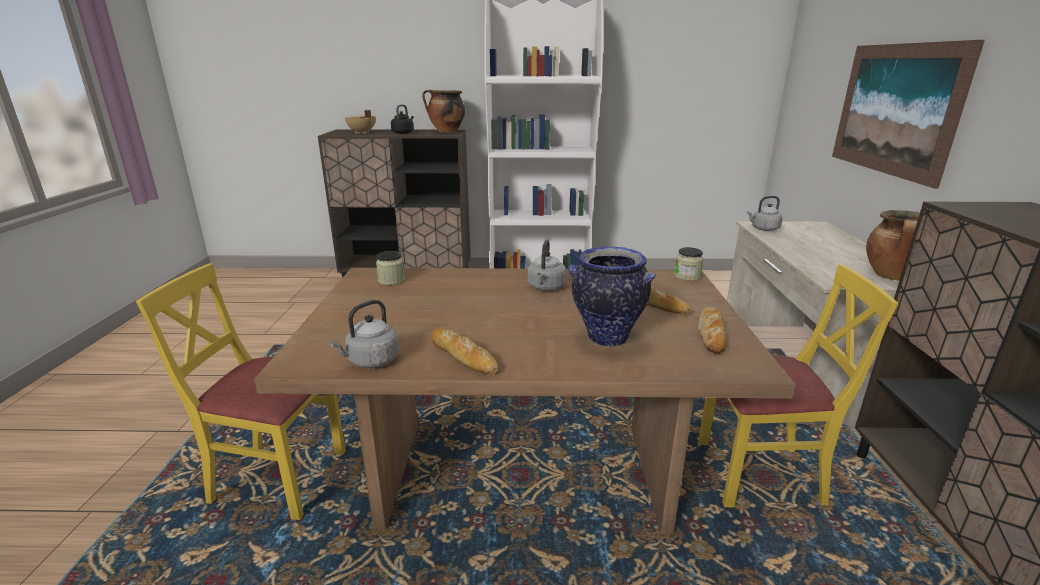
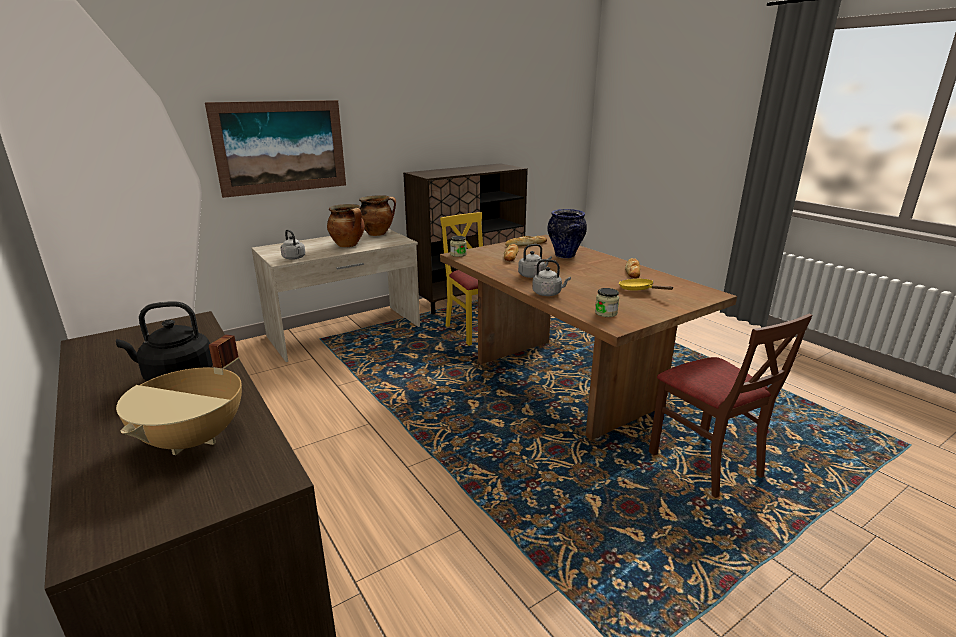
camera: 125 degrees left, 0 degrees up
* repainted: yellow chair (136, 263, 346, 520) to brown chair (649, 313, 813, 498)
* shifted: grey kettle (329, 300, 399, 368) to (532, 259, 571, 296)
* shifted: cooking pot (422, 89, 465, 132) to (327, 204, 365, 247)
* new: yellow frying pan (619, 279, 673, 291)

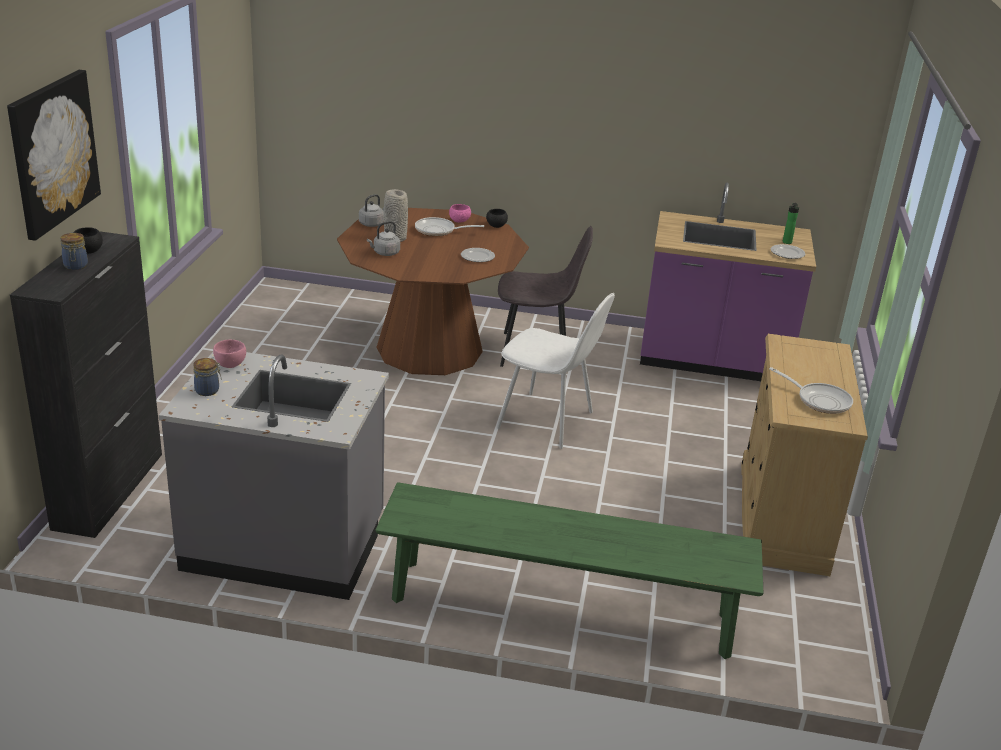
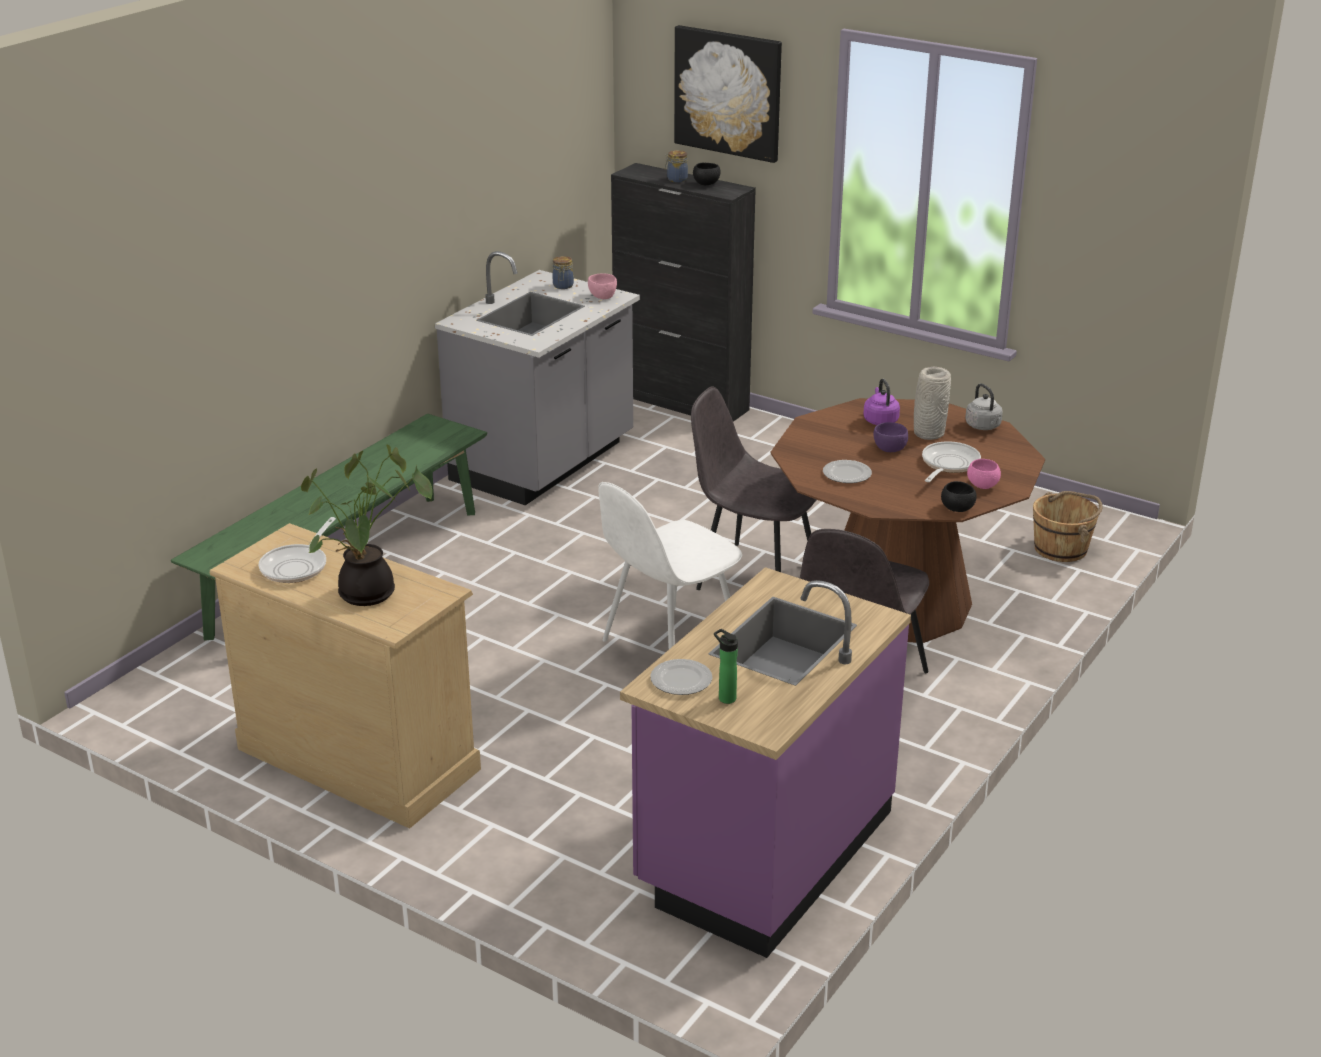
camera: 115 degrees right, 0 degrees up
* repainted: grey kettle (367, 221, 400, 256) to purple kettle (863, 379, 900, 425)
* rotated: frying pan (769, 367, 853, 414) = (259, 517, 336, 583) 45 degrees counterclockwise
* new: potted plant (301, 444, 432, 606)
* new: grey chair (691, 387, 816, 590)
* new: purple bowl (873, 422, 908, 452)
* new: brown bucket (1033, 491, 1103, 562)

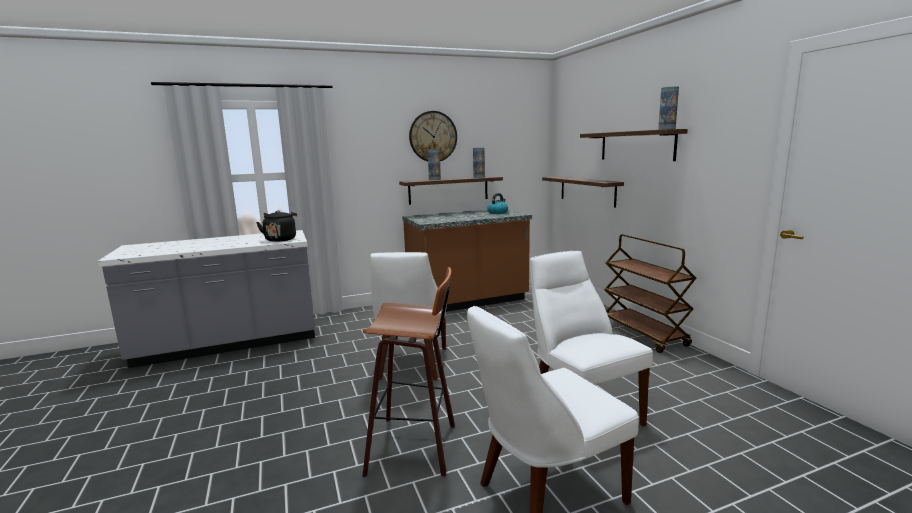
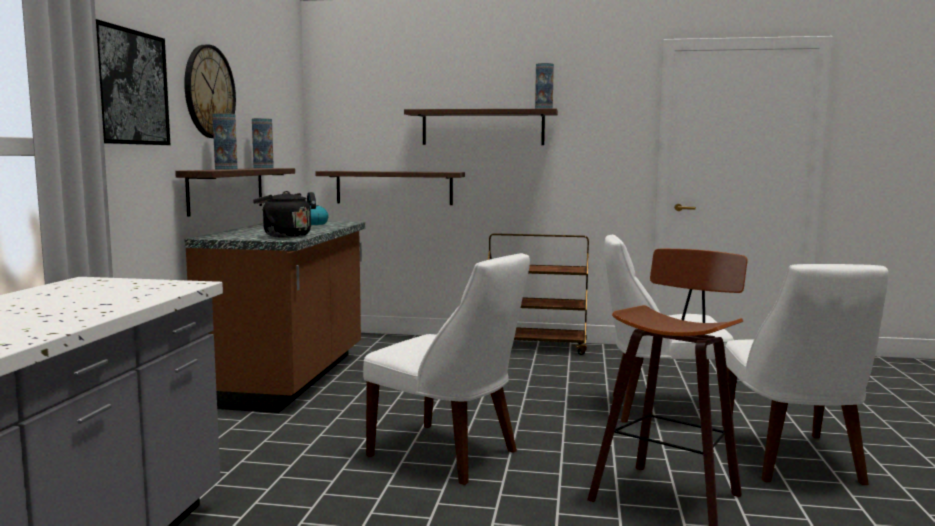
camera: 60 degrees left, 5 degrees down
* shifted: black kettle (256, 211, 297, 242) to (253, 191, 311, 238)
* new: picture (96, 19, 170, 145)

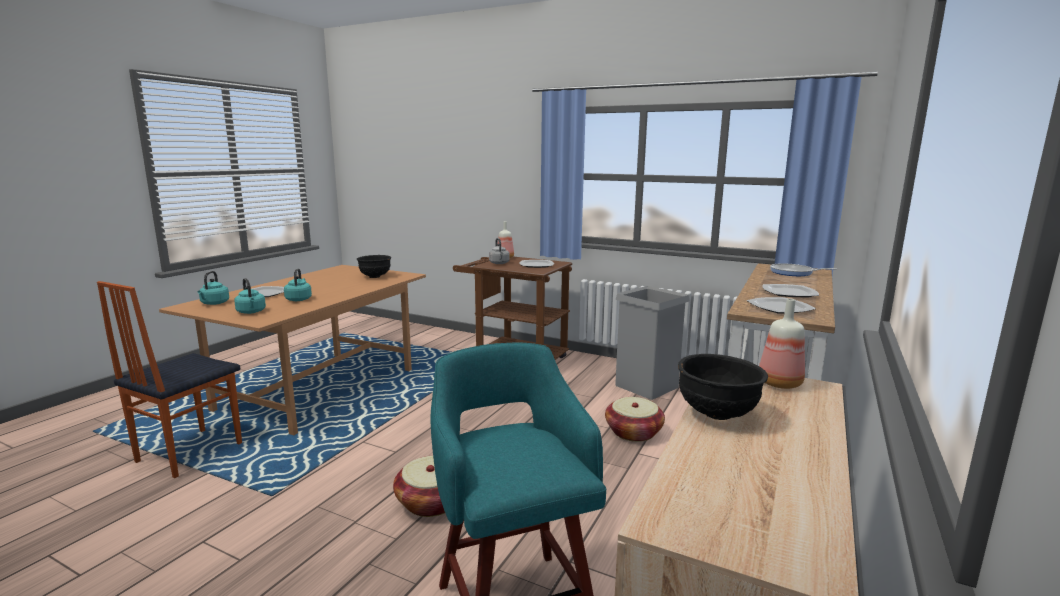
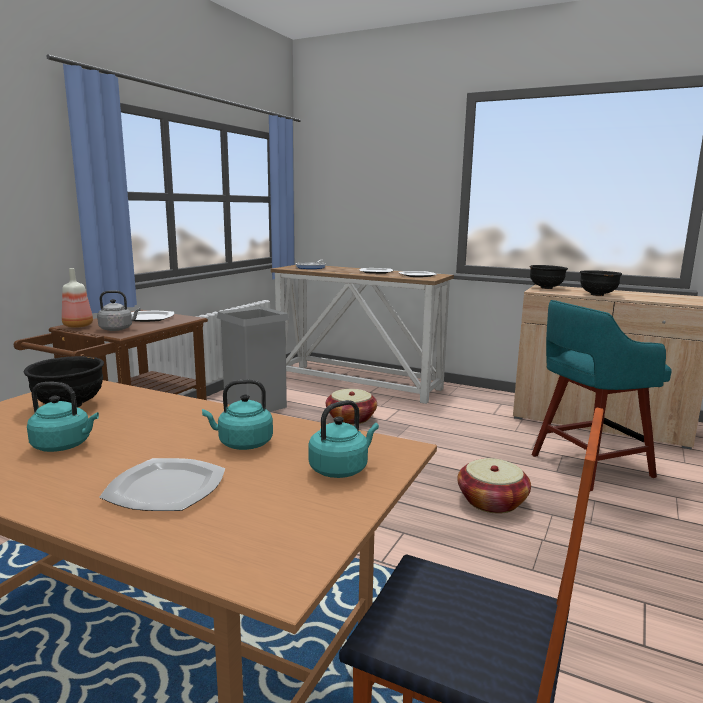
camera: 90 degrees left, 0 degrees up
* shifted: turquoise kettle (198, 271, 229, 305) to (27, 382, 99, 452)
* swapped: bottle (759, 299, 805, 389) to black bowl (530, 265, 568, 289)

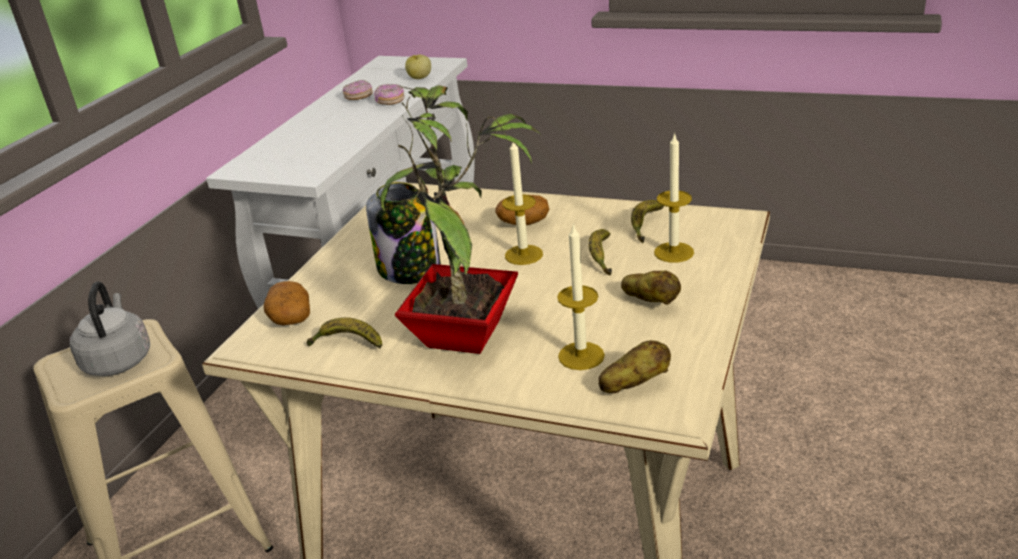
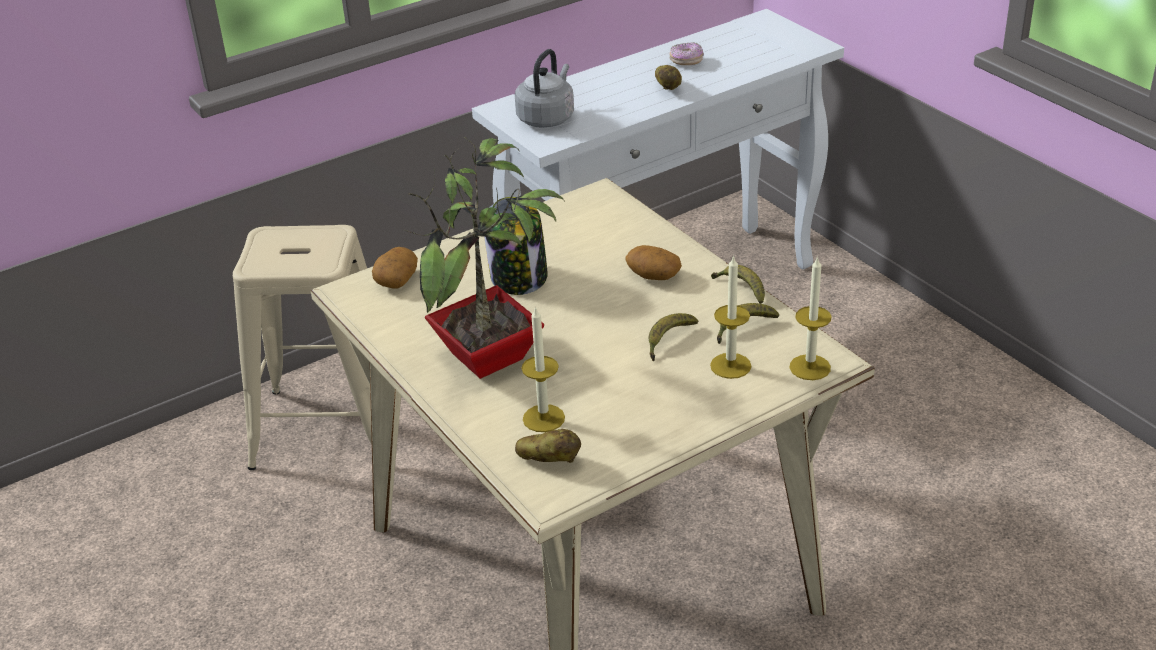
camera: 35 degrees right, 5 degrees up
* shifted: grey kettle (70, 281, 150, 376) to (515, 49, 574, 128)
* shifted: banana (306, 317, 382, 349) to (711, 265, 765, 304)
* gone: donut (374, 84, 404, 105)
* gone: apple (405, 55, 431, 79)
* shifted: candle (502, 142, 543, 265) to (790, 256, 831, 380)
* shifted: potato (621, 270, 681, 305) to (655, 65, 682, 90)

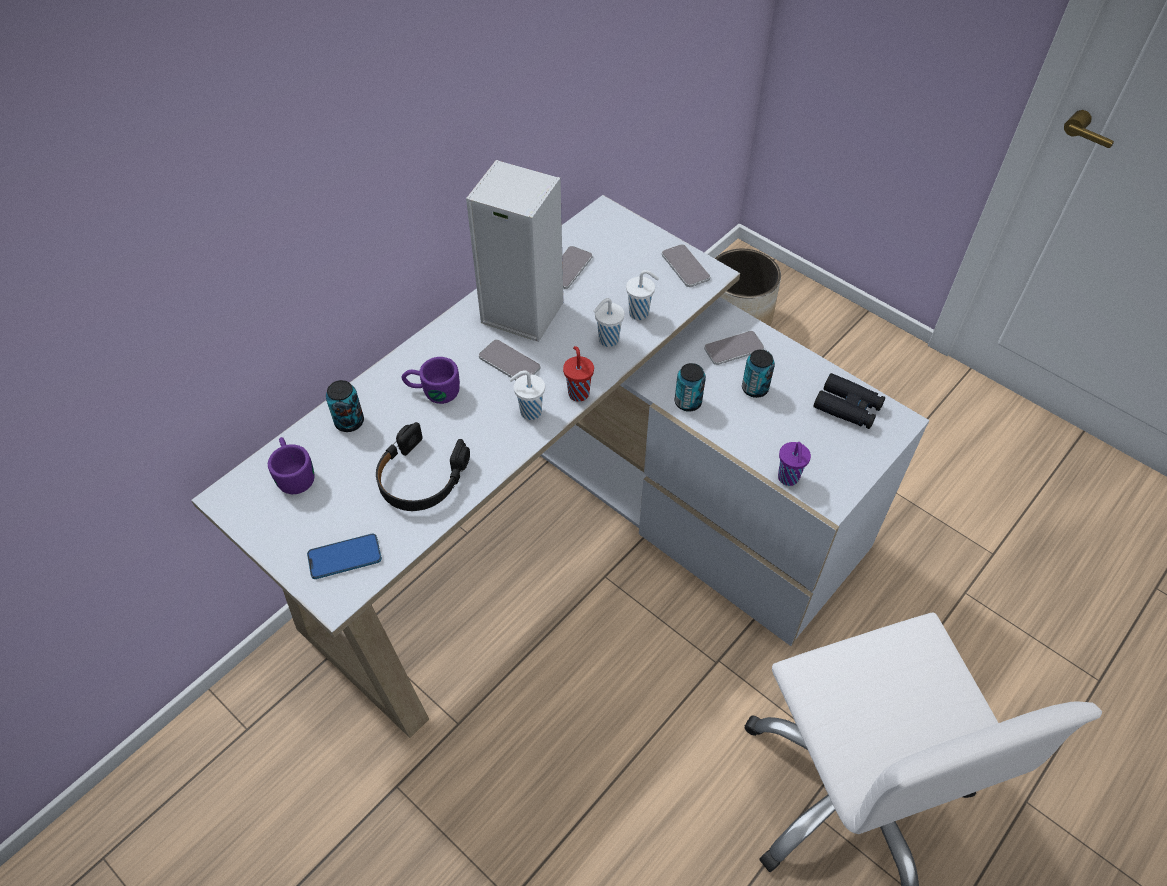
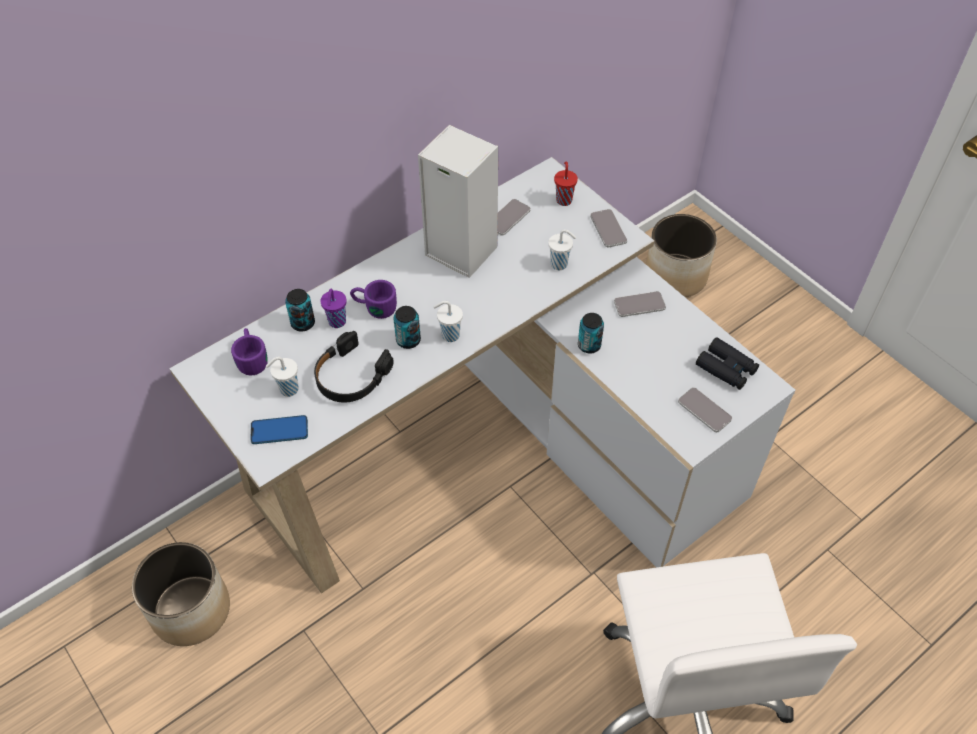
camera: 10 degrees right, 0 degrees up
* shifted: phone (479, 339, 540, 380) to (678, 387, 732, 432)
* shifted: red cup (563, 346, 594, 402) to (554, 161, 578, 206)
* shifted: white cup (594, 298, 625, 347) to (266, 357, 299, 397)
* shifted: can (742, 350, 775, 398) to (394, 306, 421, 349)
* shifted: purple cup (778, 442, 811, 486) to (320, 289, 347, 328)
* new: planter (132, 542, 230, 646)

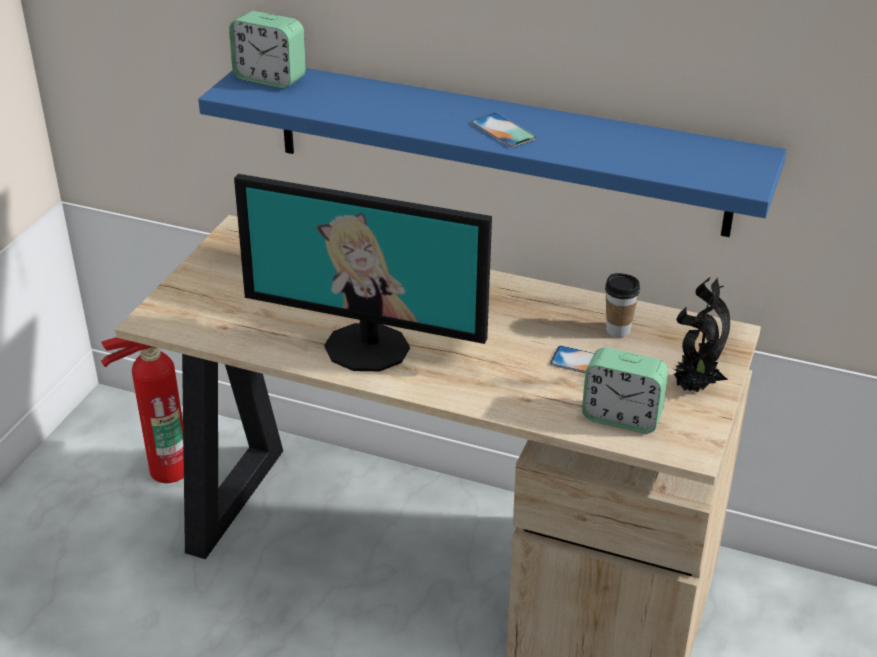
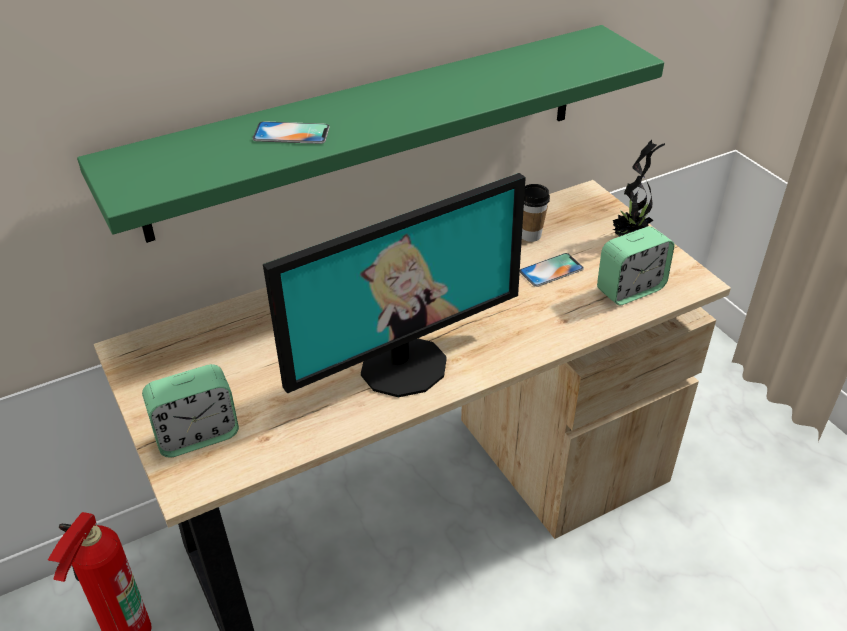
camera: 50 degrees left, 5 degrees up
* repainted: blue shelf (198, 68, 787, 237) to green shelf (77, 25, 664, 243)
* shifted: alarm clock (229, 11, 306, 88) to (142, 364, 239, 457)
* shifted: phone (470, 113, 537, 148) to (252, 121, 330, 144)

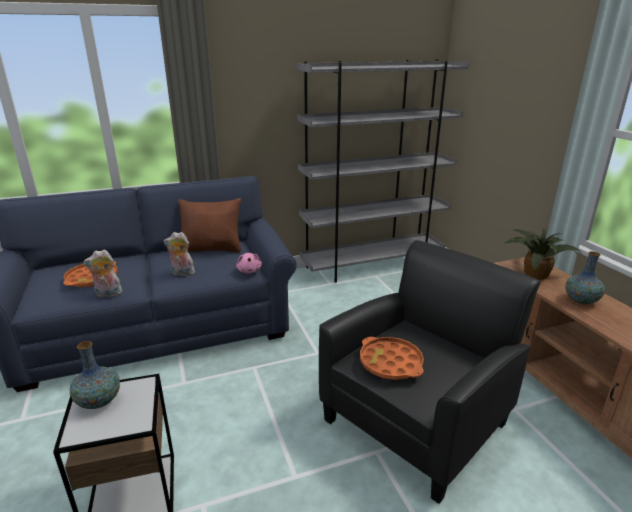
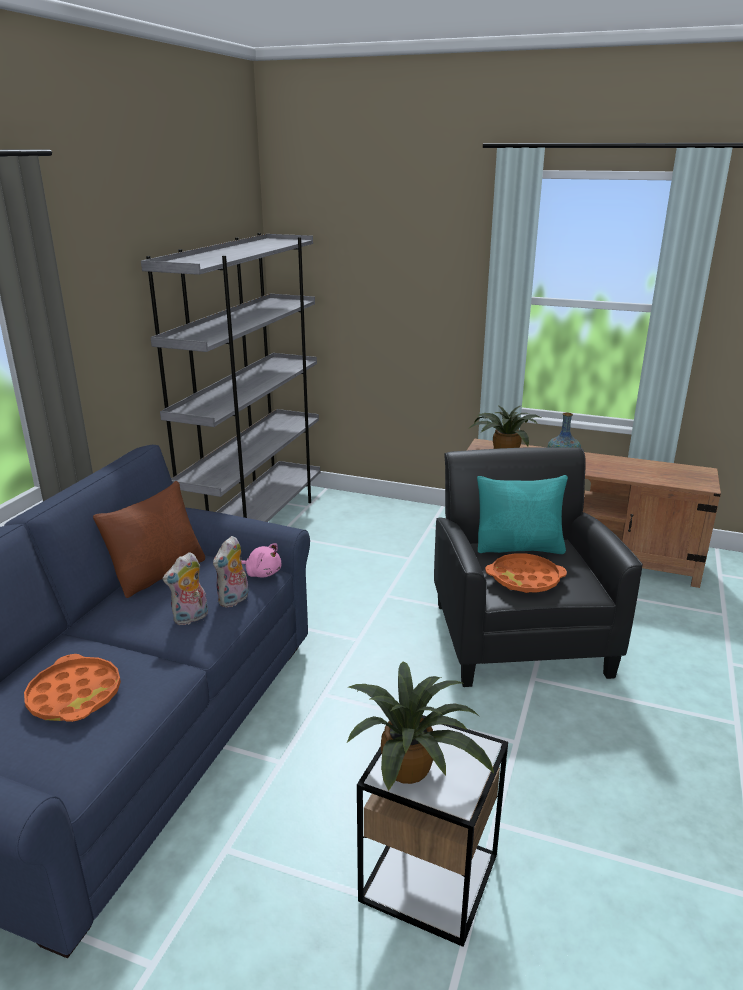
camera: 50 degrees left, 0 degrees up
* swapped: vase (70, 341, 120, 409) to potted plant (347, 661, 494, 791)
* shifted: plush toy (83, 250, 122, 298) to (213, 536, 249, 607)
* new: turquoise pillow (477, 475, 568, 554)

